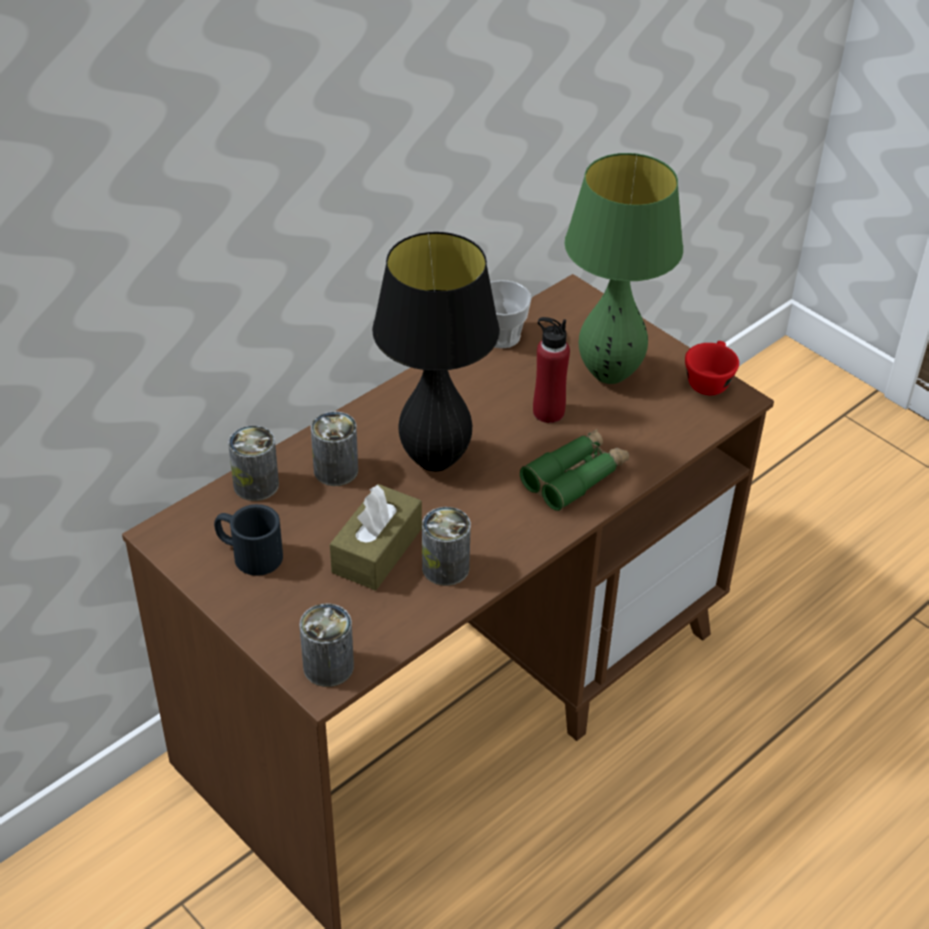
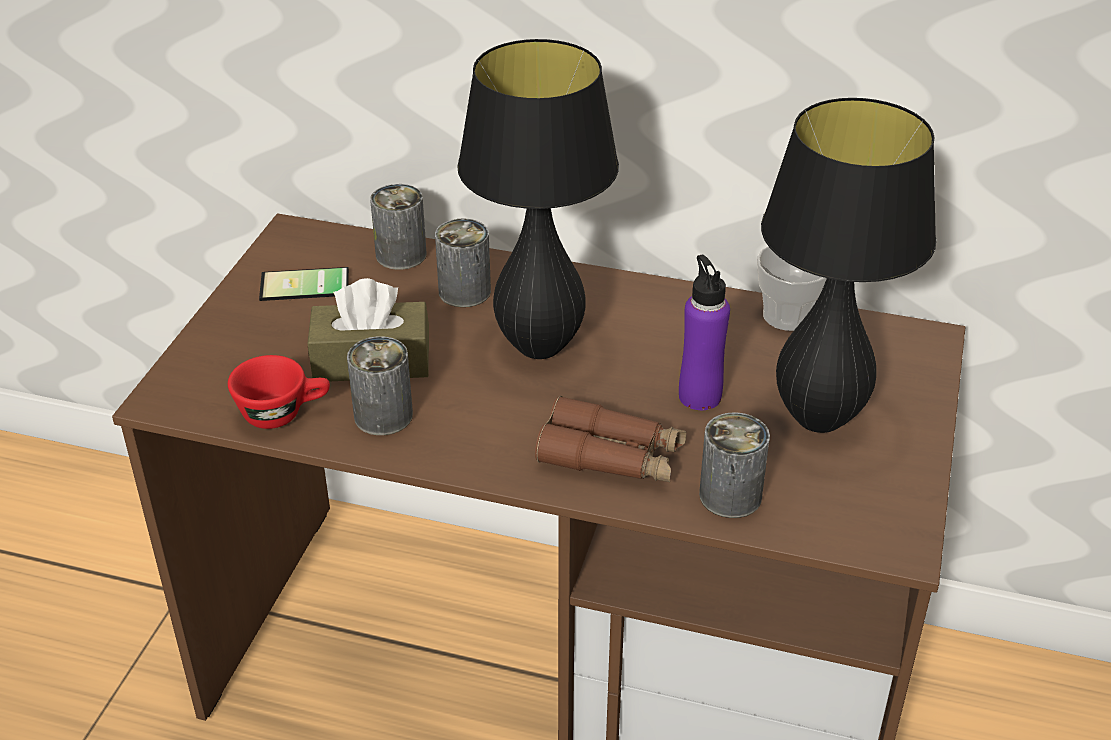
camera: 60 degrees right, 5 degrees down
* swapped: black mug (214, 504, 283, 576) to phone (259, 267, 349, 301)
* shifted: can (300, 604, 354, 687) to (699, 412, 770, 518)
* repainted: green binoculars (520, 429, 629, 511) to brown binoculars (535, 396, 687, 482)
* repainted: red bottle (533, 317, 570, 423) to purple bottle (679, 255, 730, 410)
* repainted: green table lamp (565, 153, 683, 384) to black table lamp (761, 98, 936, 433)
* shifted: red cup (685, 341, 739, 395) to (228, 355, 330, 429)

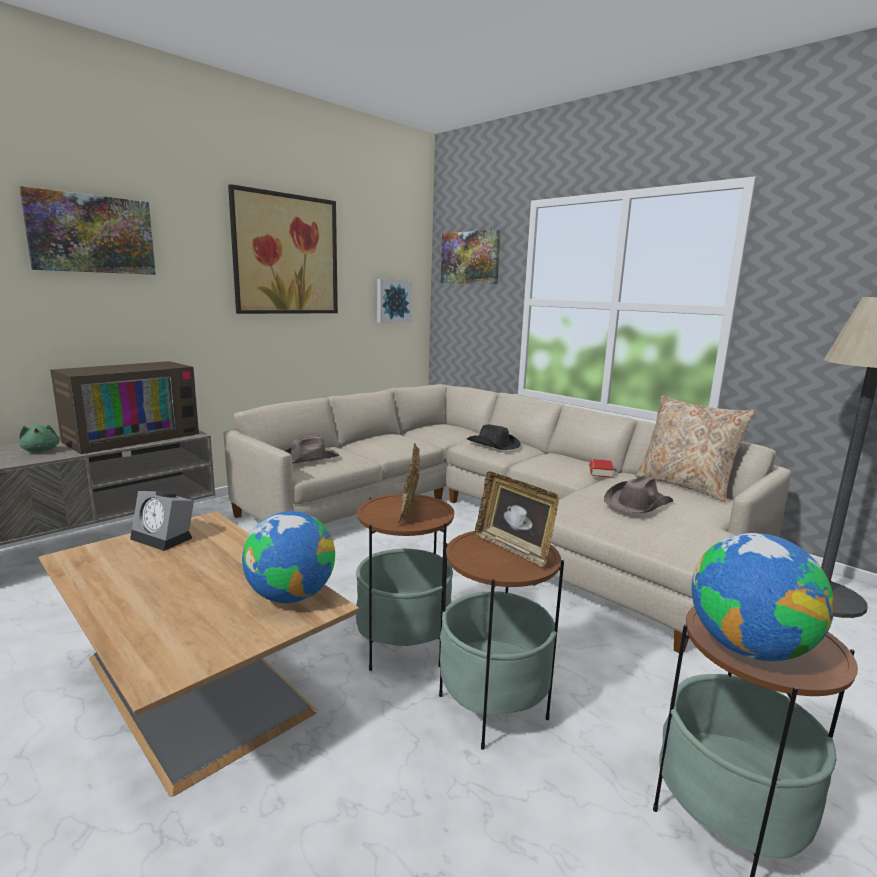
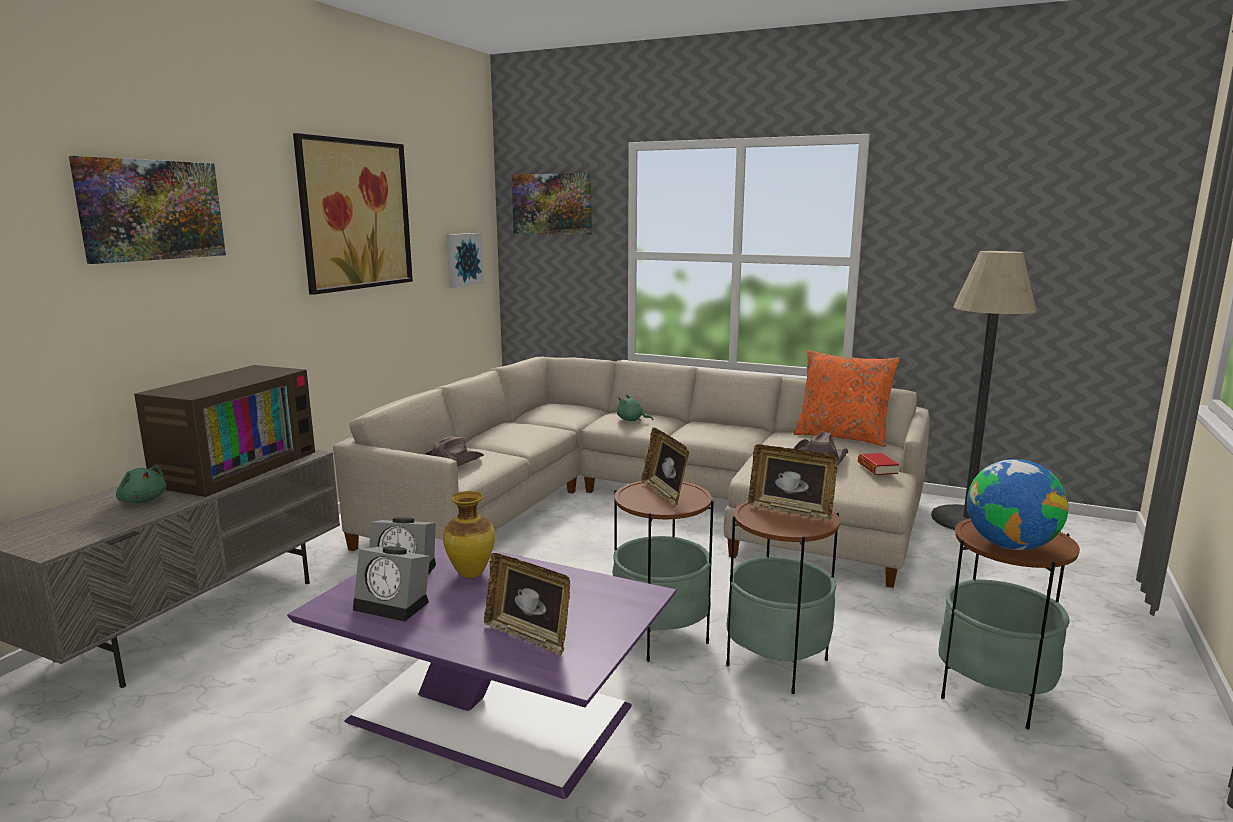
camera: 20 degrees left, 0 degrees up
* repainted: brown coffee table (38, 511, 359, 797) to purple coffee table (287, 538, 676, 799)
* gone: globe (242, 511, 335, 603)
* swapped: black hat (467, 424, 521, 450) to green plush toy (617, 395, 653, 421)
* shifted: book (589, 459, 614, 478) to (858, 453, 899, 475)
* repainted: beige pillow (635, 395, 756, 502) to orange pillow (793, 350, 900, 447)
* new: alarm clock (353, 546, 430, 622)
* new: vase (443, 491, 495, 578)
* new: picture frame (484, 553, 570, 656)

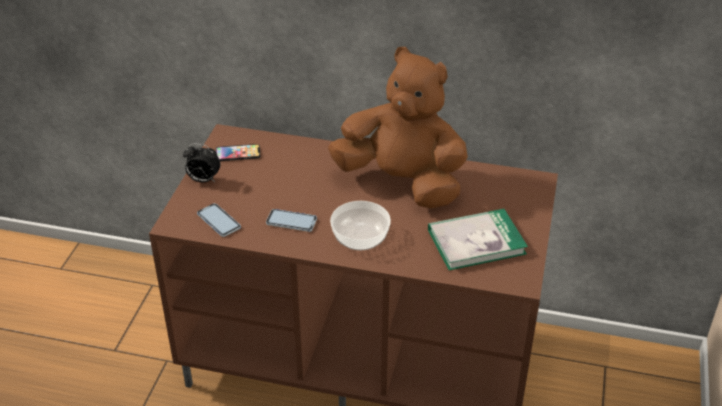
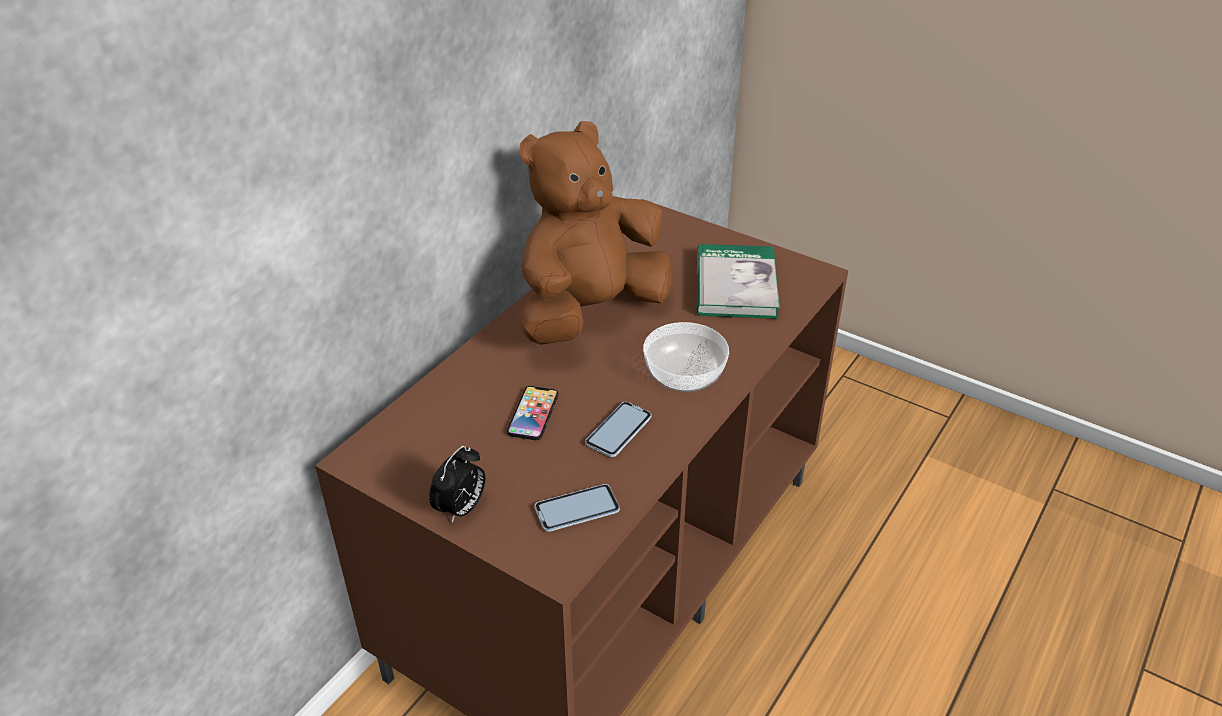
camera: 70 degrees left, 0 degrees up
* shifted: phone (216, 144, 260, 161) to (507, 386, 558, 440)

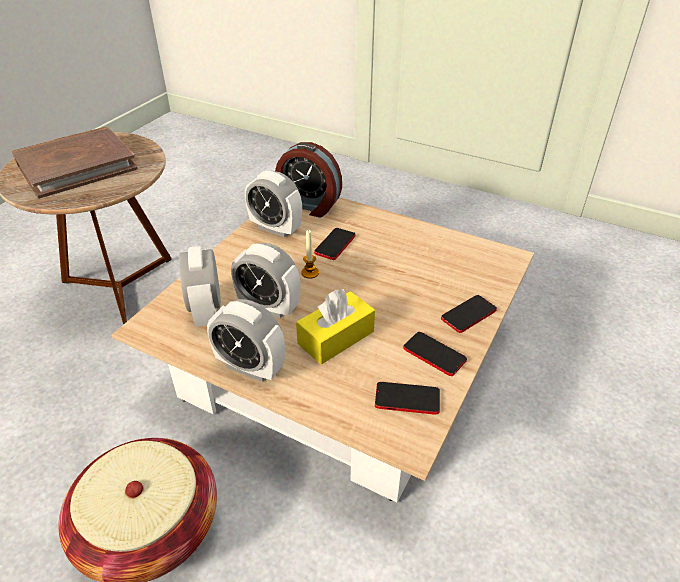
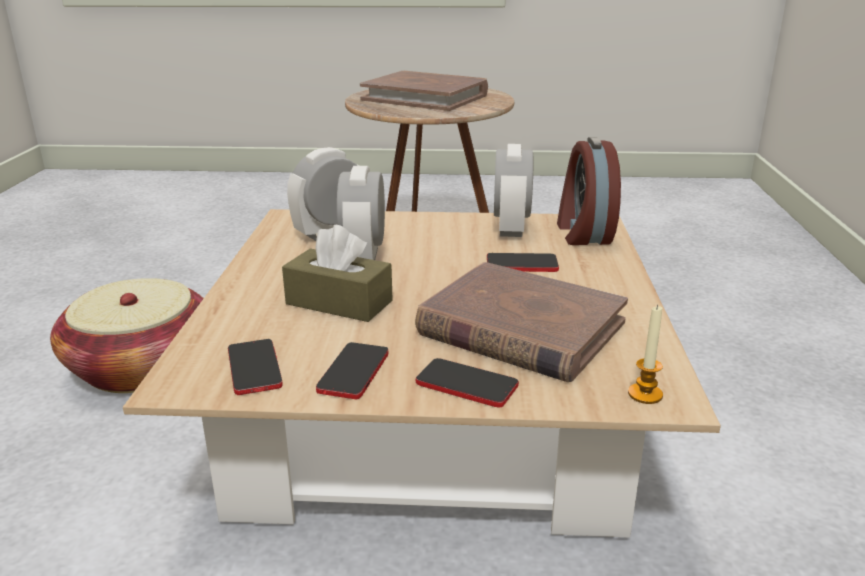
camera: 65 degrees right, 15 degrees down
* gone: alarm clock (207, 299, 285, 382)
* repainted: yellow tissue box (296, 289, 375, 365) to brown tissue box (282, 225, 393, 322)
* shifted: candle (301, 230, 319, 279) to (628, 305, 663, 404)
* new: brown book (415, 262, 628, 382)

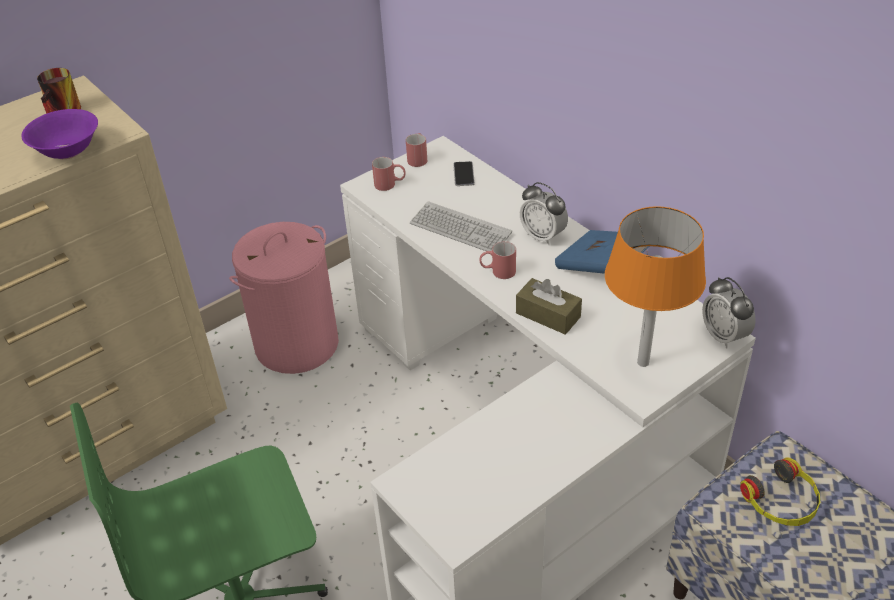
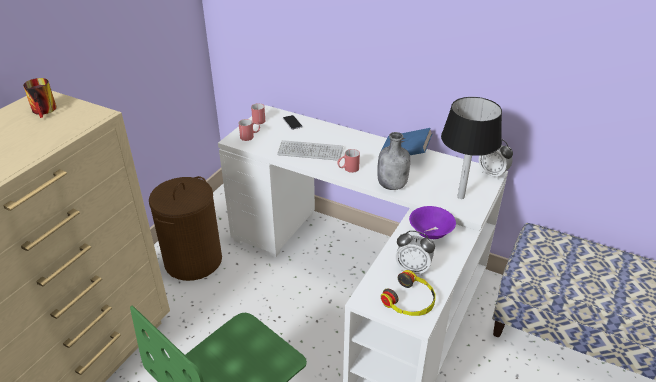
camera: 25 degrees left, 5 degrees down
* shifted: purple bowl (21, 109, 98, 159) to (409, 206, 456, 239)
* repainted: pink laundry basket (229, 222, 339, 374) to brown laundry basket (149, 176, 222, 281)
* swapped: brown tissue box (516, 278, 582, 335) to grey bottle (377, 132, 410, 190)
* shifted: alarm clock (520, 182, 568, 245) to (395, 231, 435, 276)
* repainted: orange table lamp (605, 206, 706, 367) to black table lamp (441, 97, 502, 199)
* shifted: headphones (740, 457, 820, 526) to (381, 270, 435, 316)

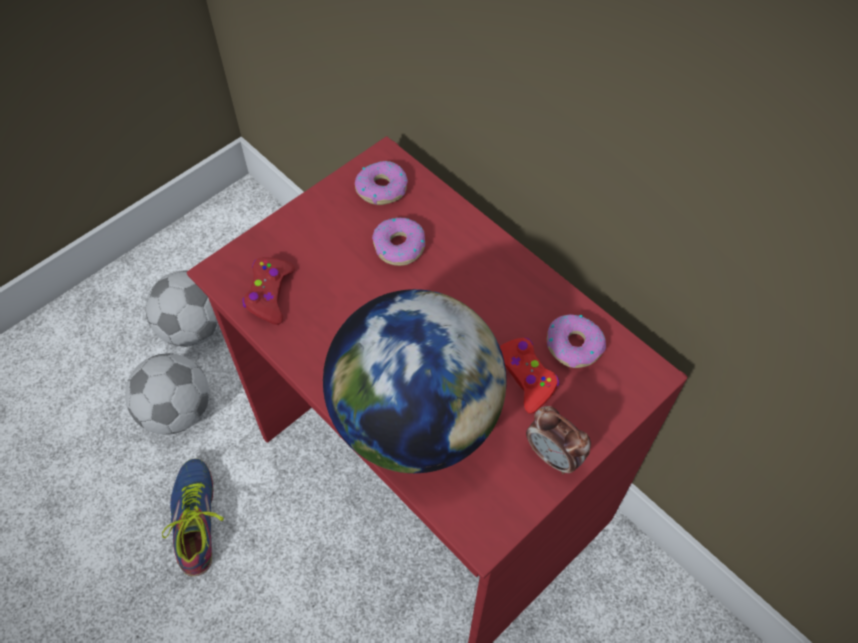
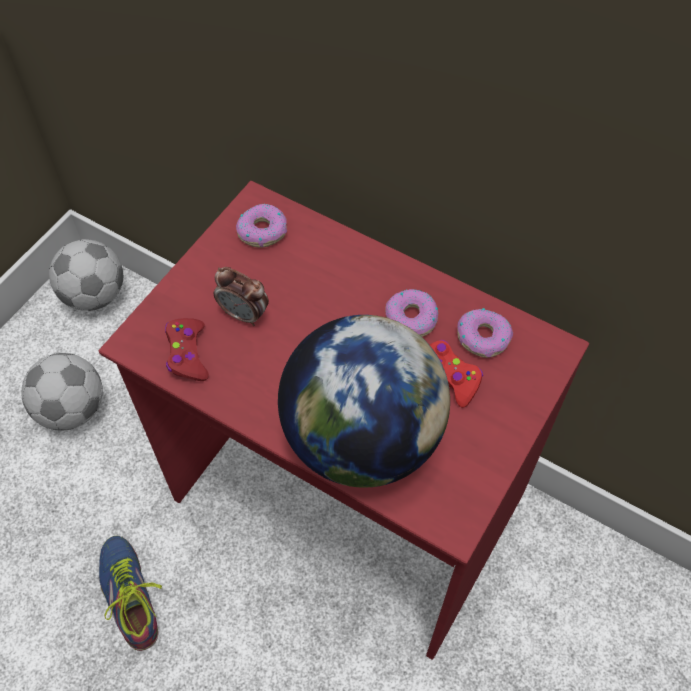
camera: 15 degrees left, 0 degrees up
* shifted: football (125, 353, 209, 435) to (49, 239, 123, 311)
* shifted: donut (372, 218, 425, 266) to (385, 289, 439, 337)
* shifted: alarm clock (526, 406, 591, 474) to (214, 267, 269, 326)

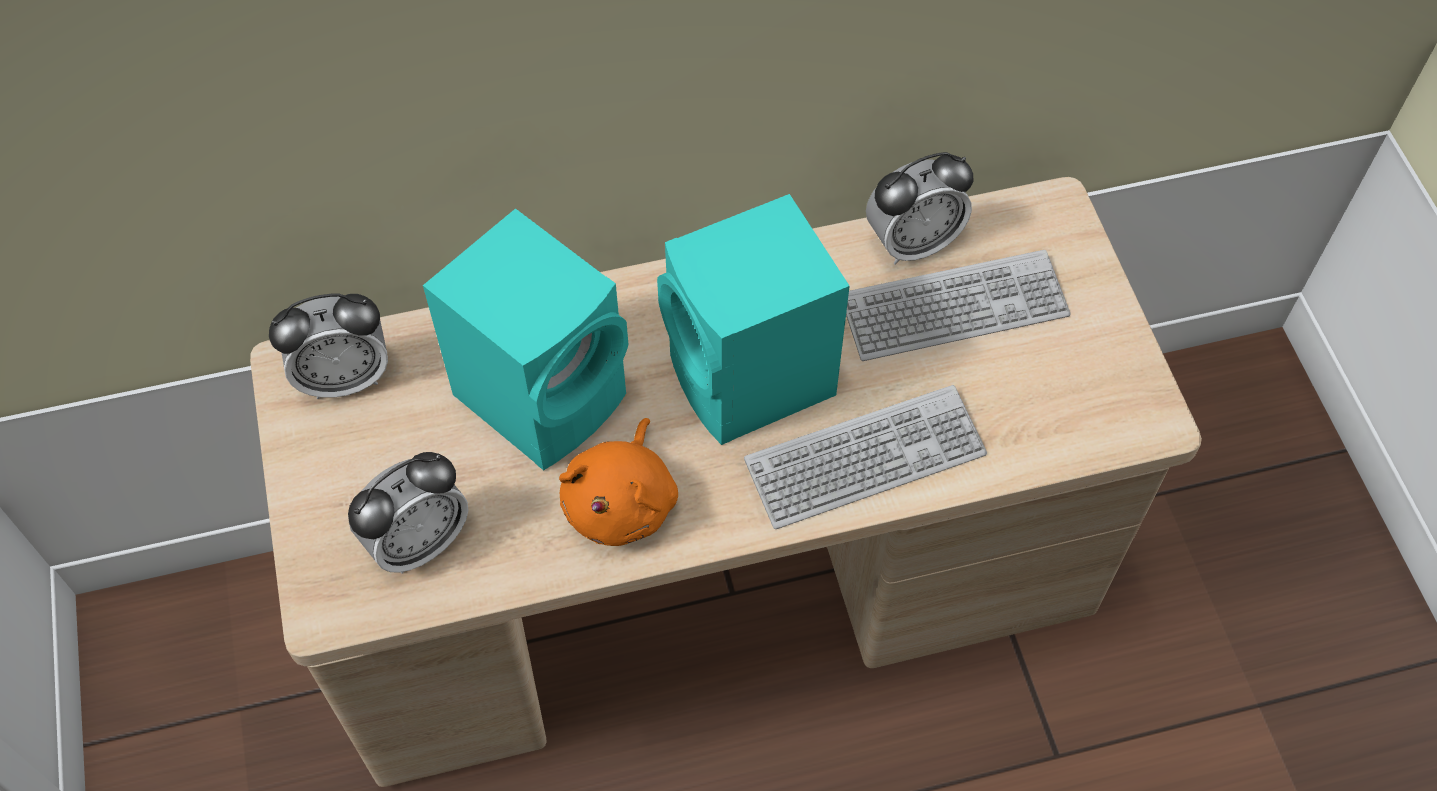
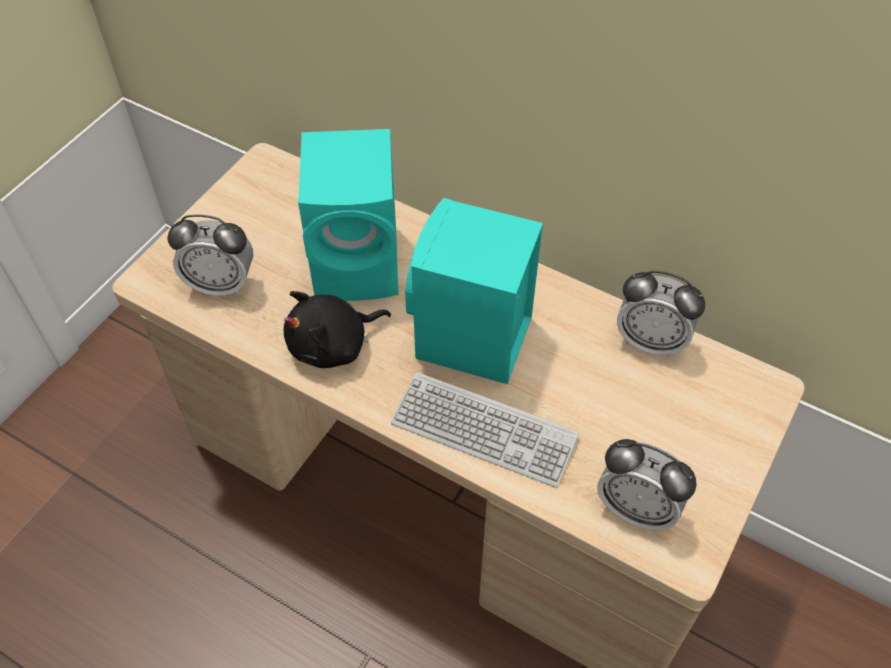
camera: 45 degrees right, 5 degrees down
* shifted: alarm clock (269, 294, 388, 399) to (597, 439, 697, 531)
* repainted: orange plush toy (559, 418, 678, 546) to black plush toy (284, 291, 391, 368)
* gone: keyboard (846, 250, 1070, 361)

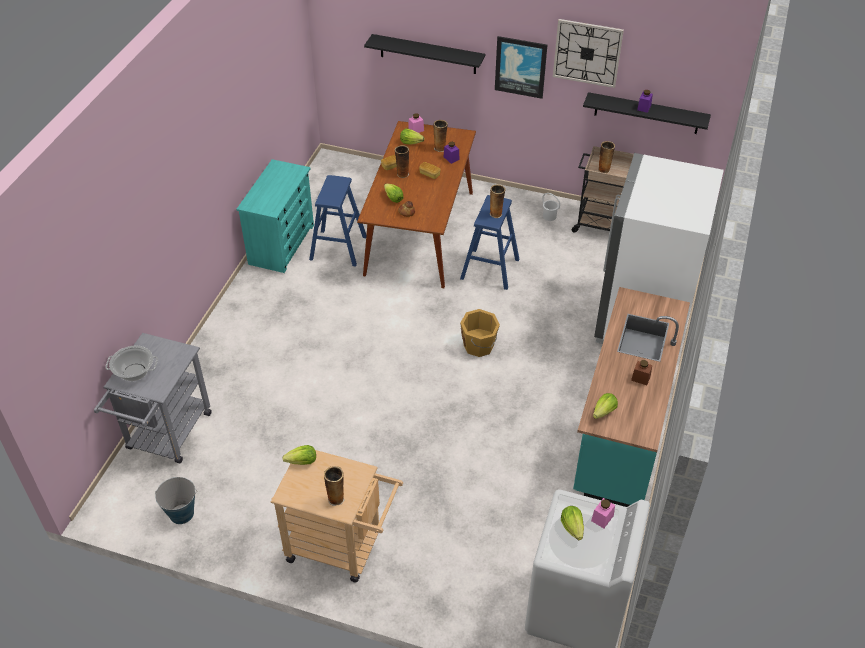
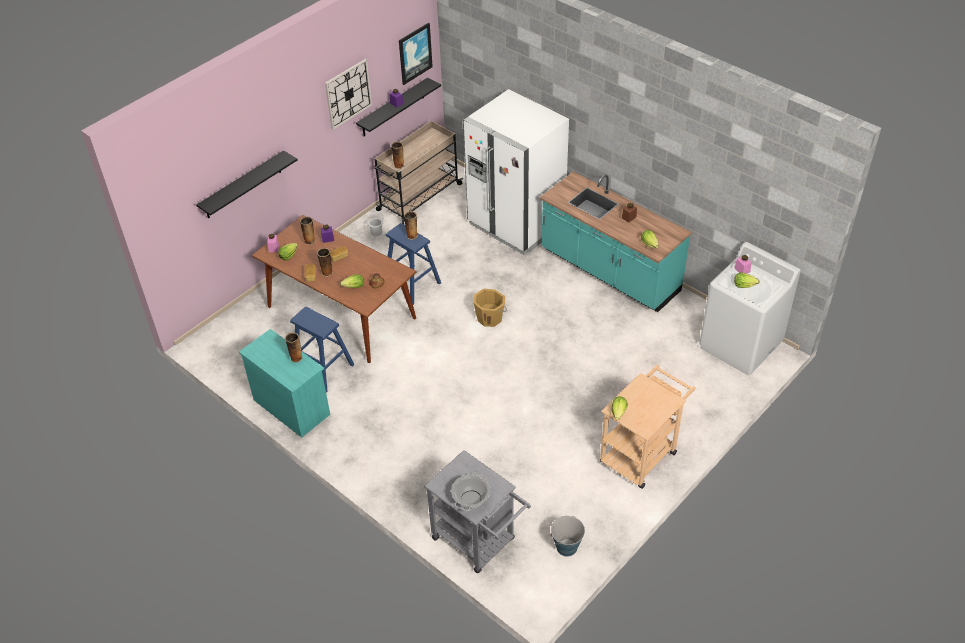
camera: 65 degrees left, 0 degrees up
* shifted: vase (324, 466, 345, 506) to (285, 333, 303, 362)
* shifted: picture (495, 36, 547, 99) to (399, 22, 433, 85)

